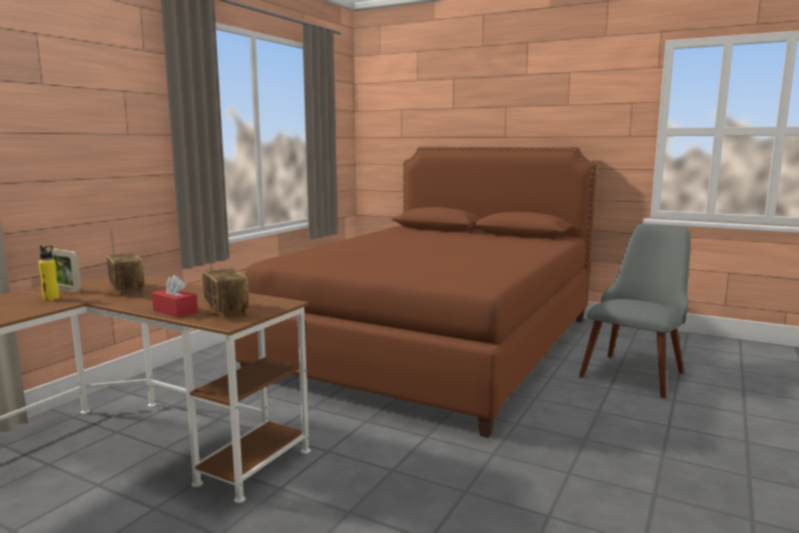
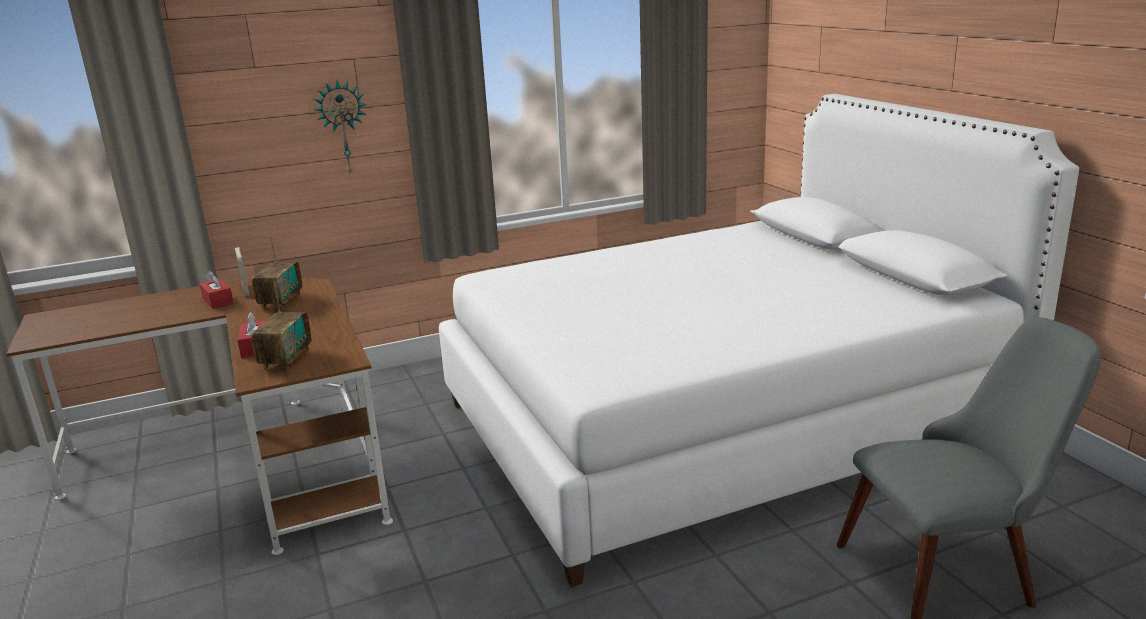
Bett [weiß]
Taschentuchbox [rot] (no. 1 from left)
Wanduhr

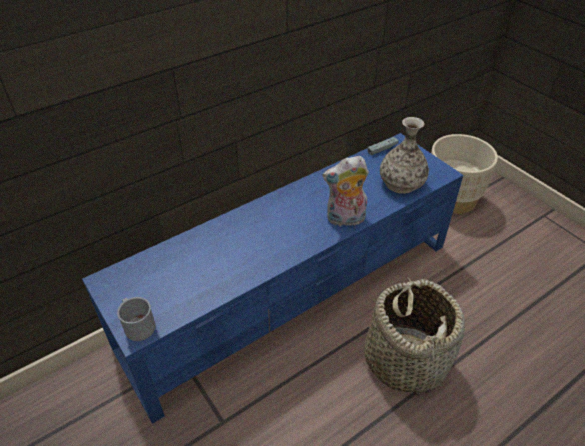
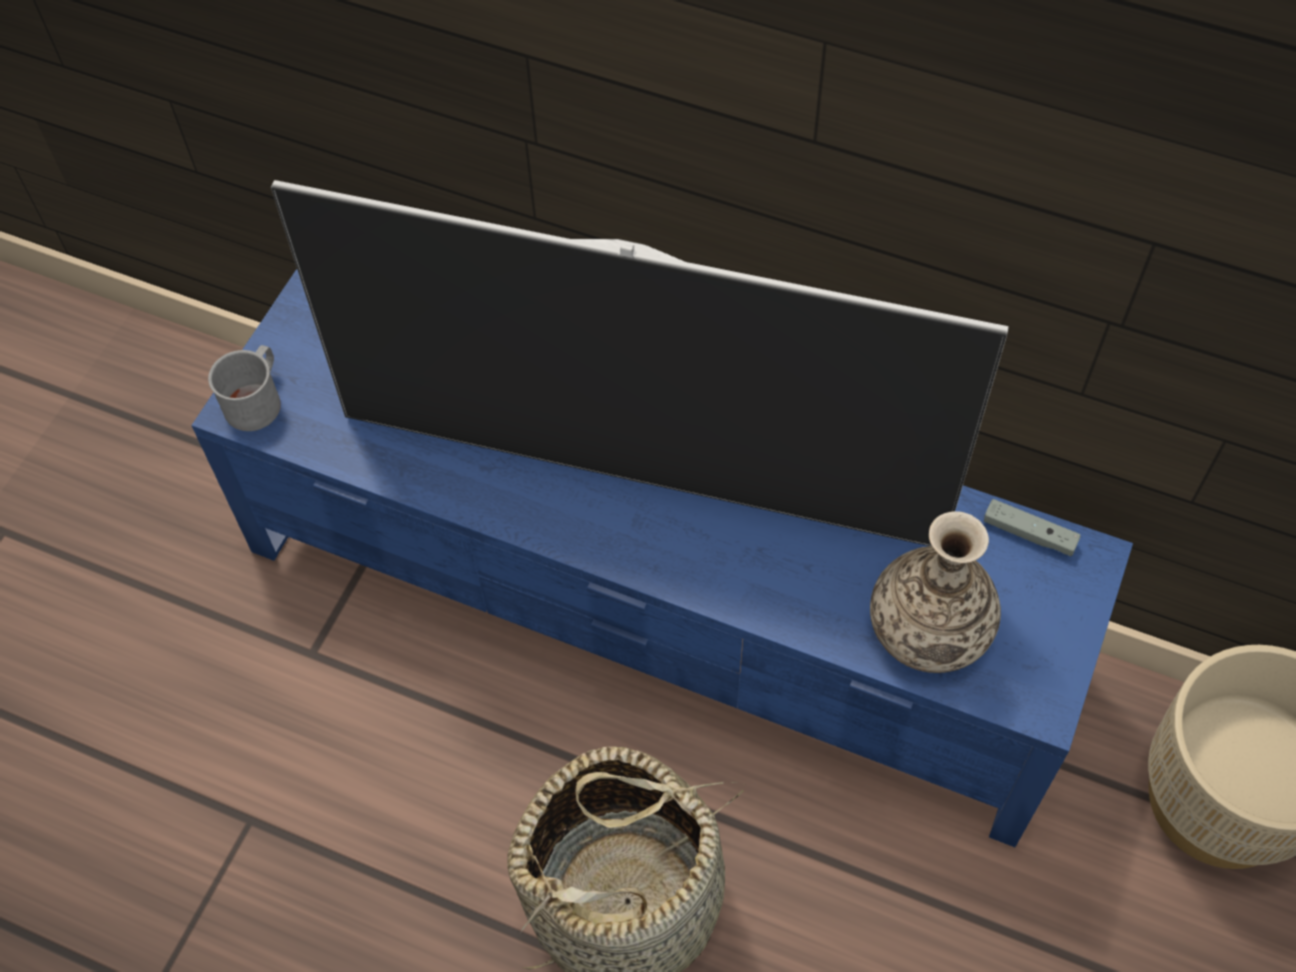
Plüschtier
Fernseher

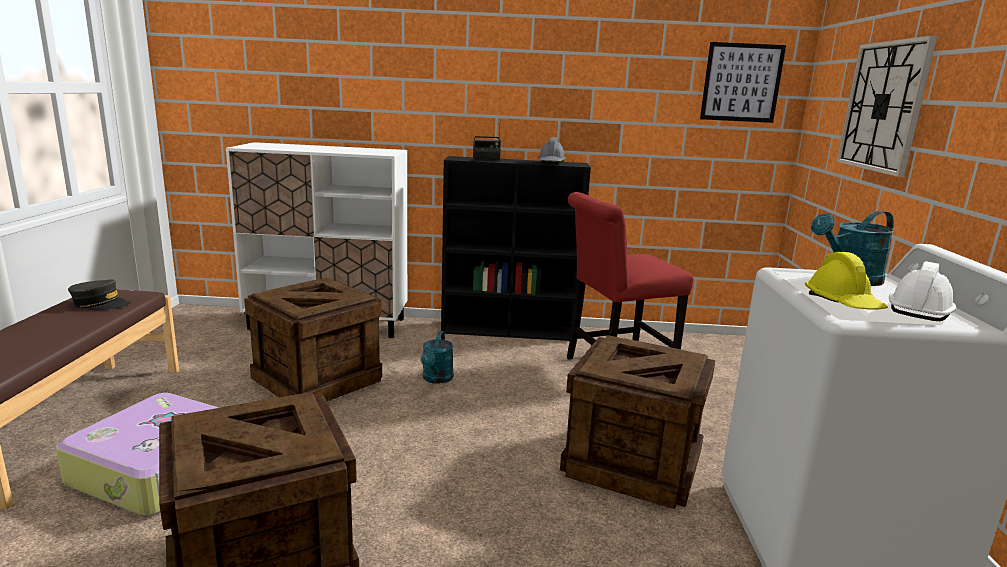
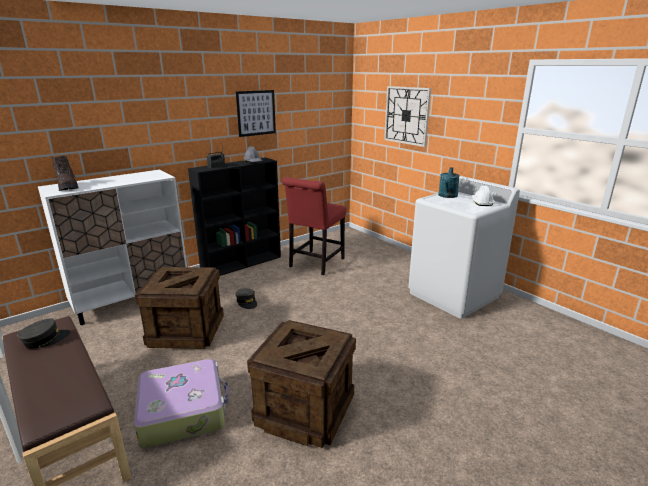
Bild
Schutzhelm [gelb]
Kappe [grau] (no. 2 from left)
Kiste (no. 3 from left in the first image)
Stiefel [braun]

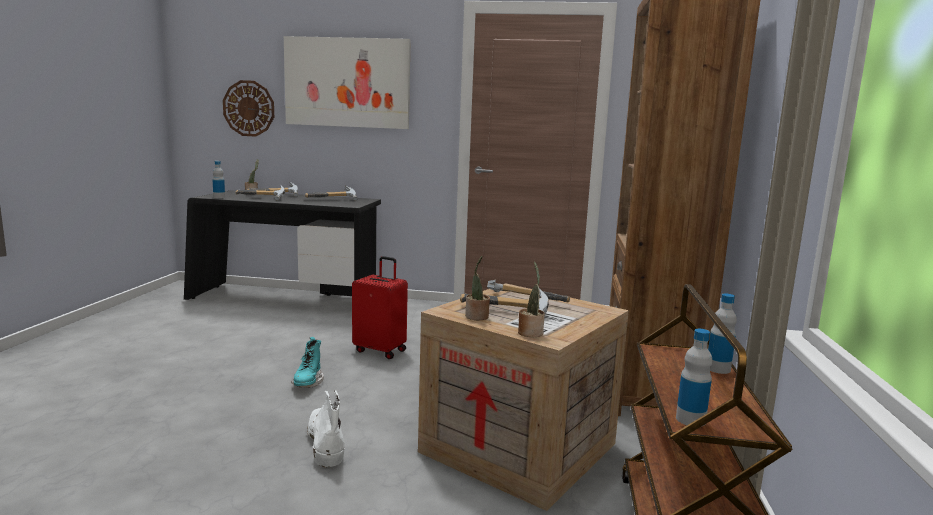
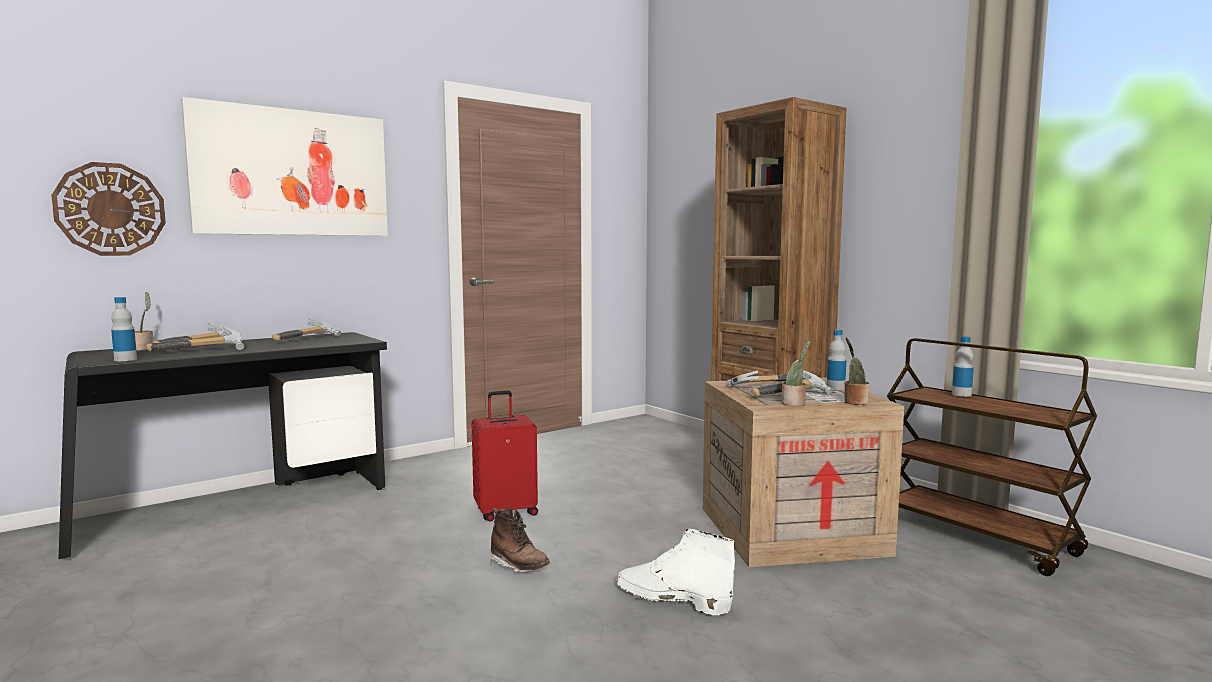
Flasche (no. 2 from left)
Stiefel [braun]

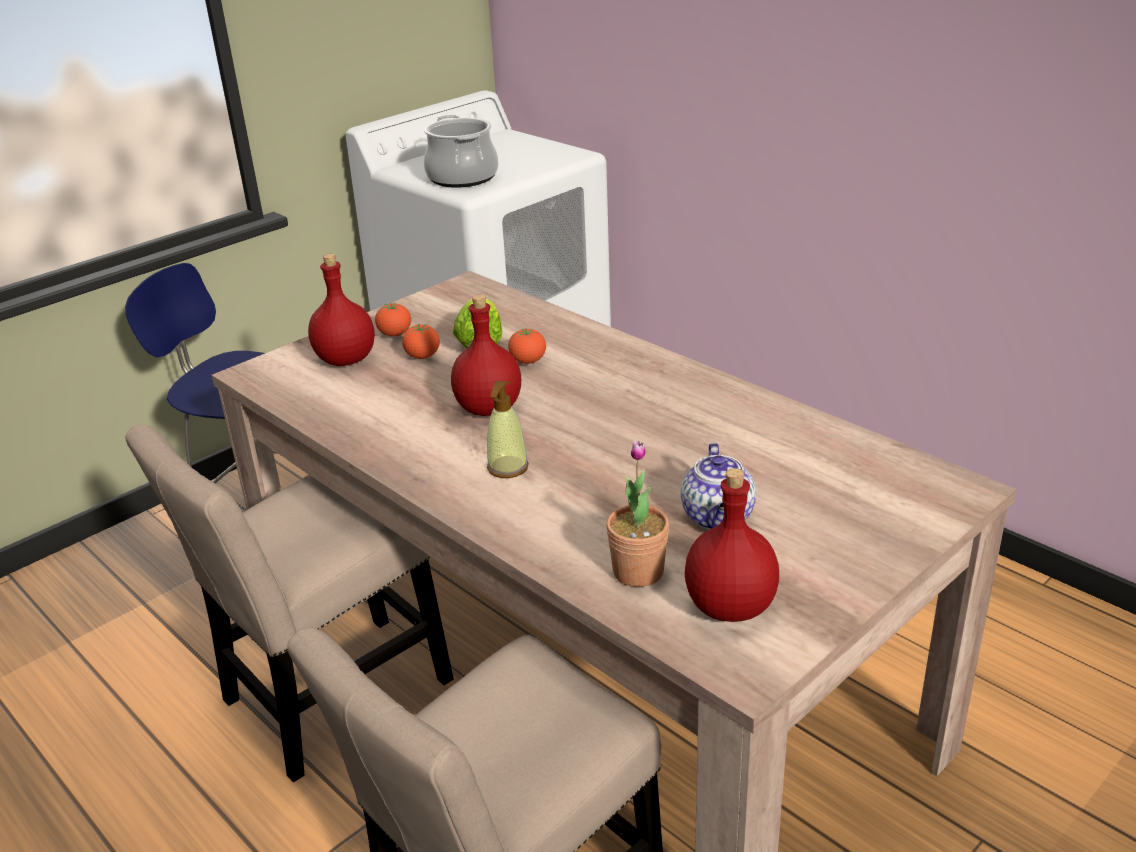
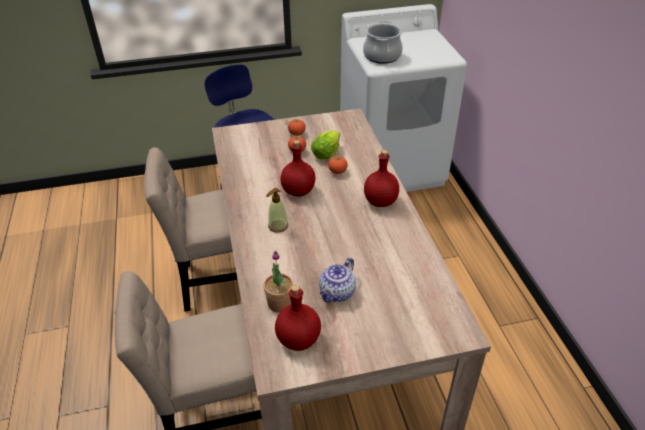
Flasche [rot] (no. 3 from left)

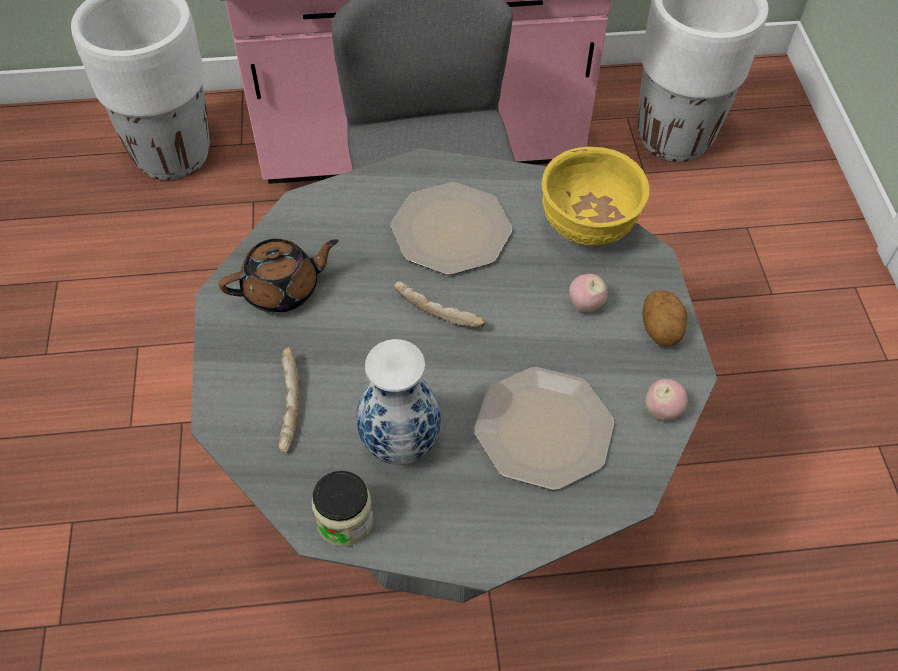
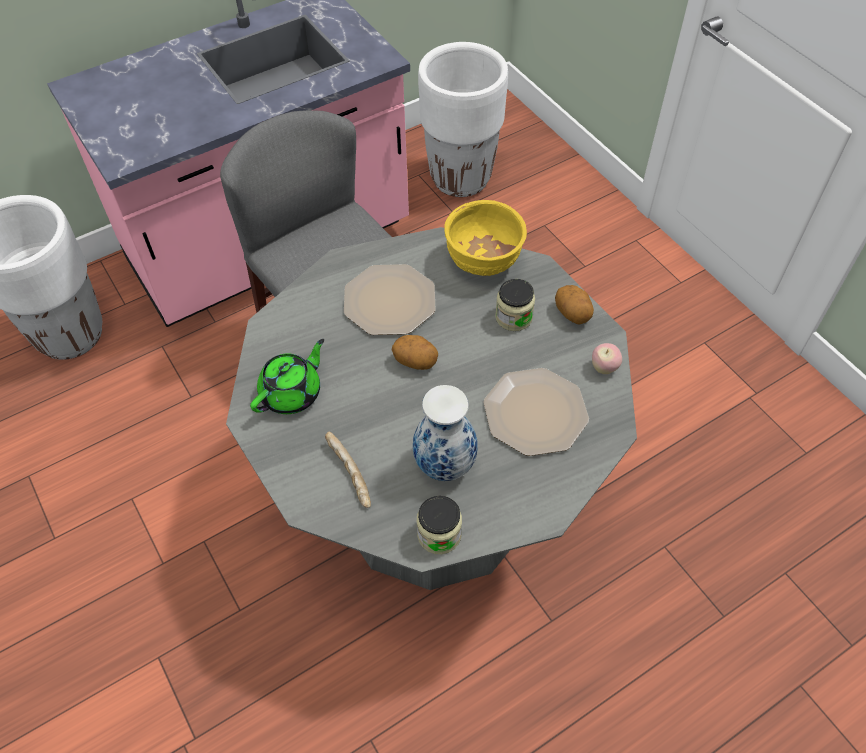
Teekanne [grün]
Vorratsglas (no. 2 from left)
Kartoffel (no. 1 from left)

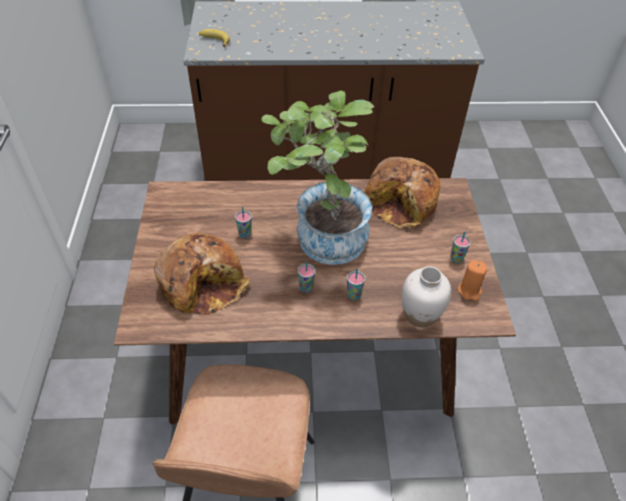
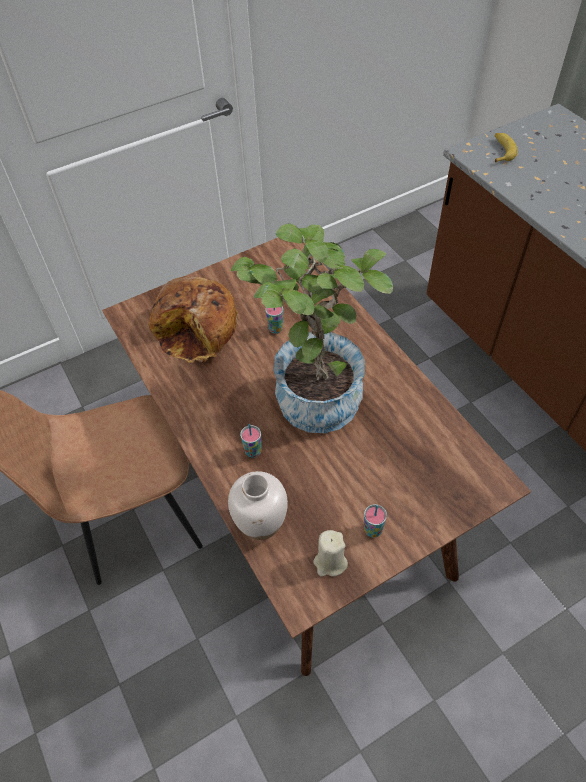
Brot (no. 2 from left in the first image)
Tasse (no. 2 from left in the first image)
Kerze [beige]

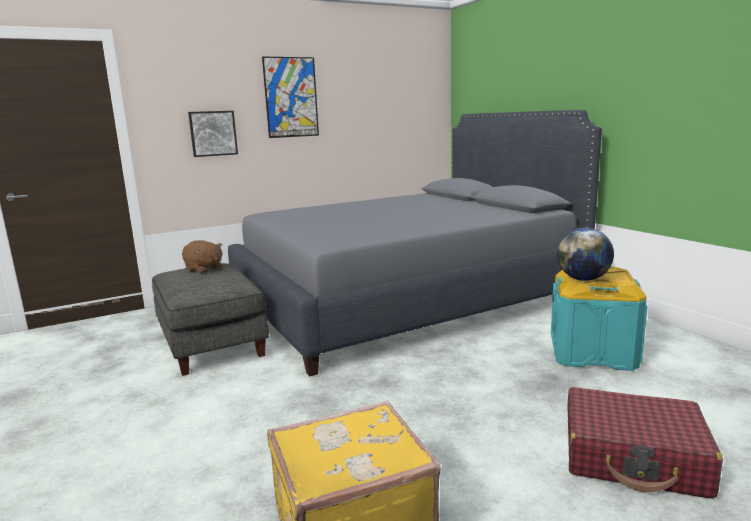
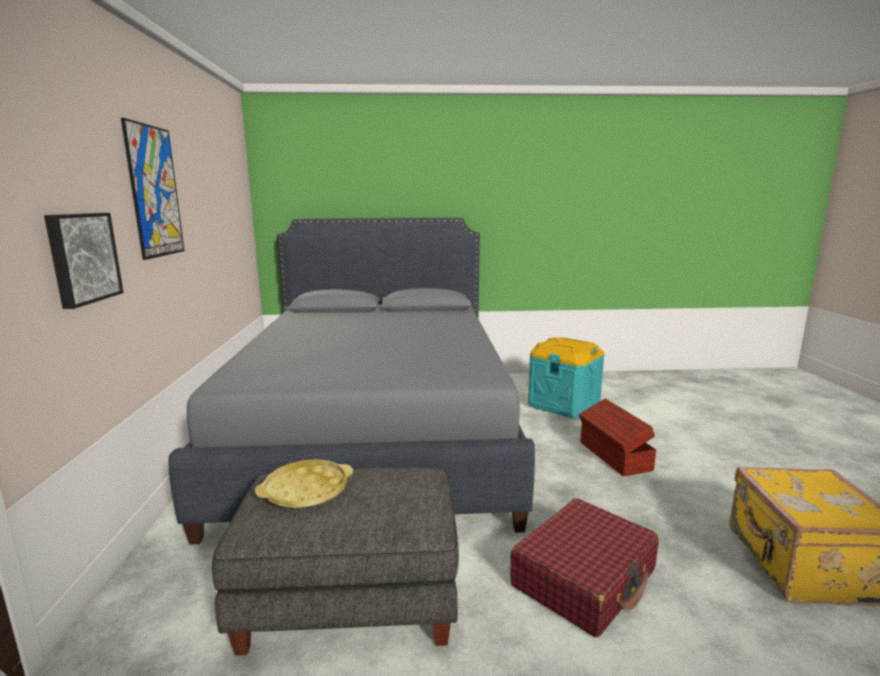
Globus
Tablett [gelb]
Koffer [rot]
Aufbewahrungsbox [braun]

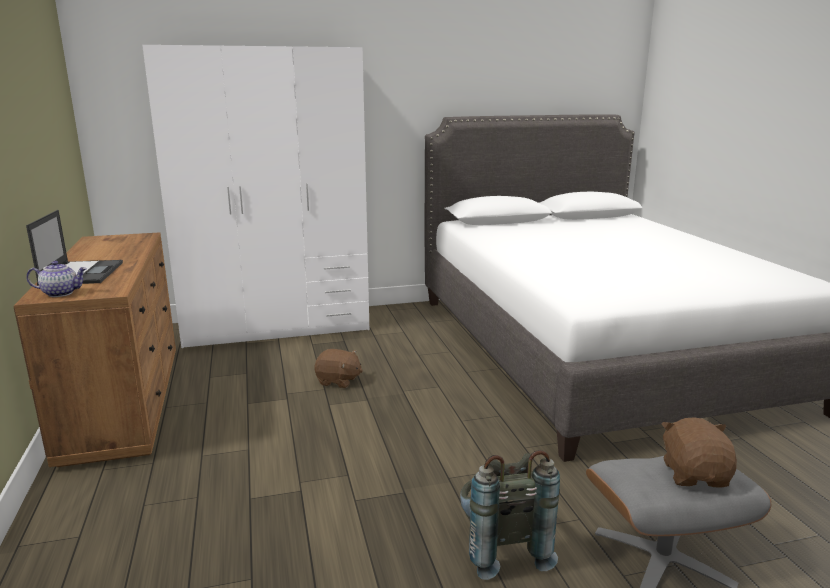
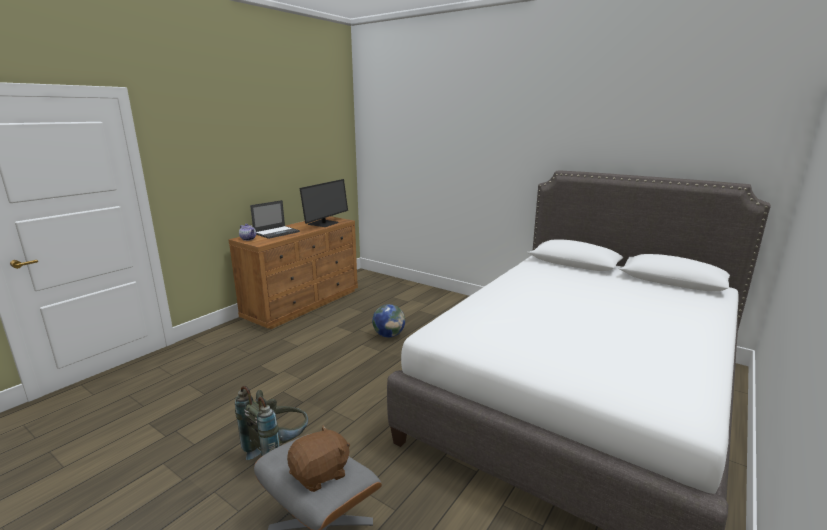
Kleiderschrank [weiß]
Globus
Monitor

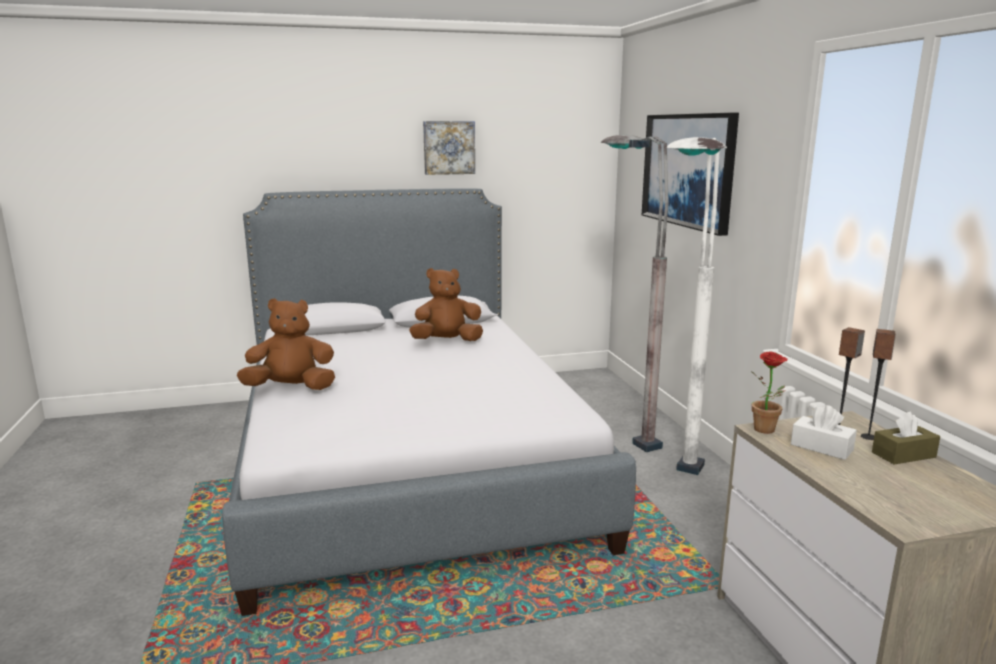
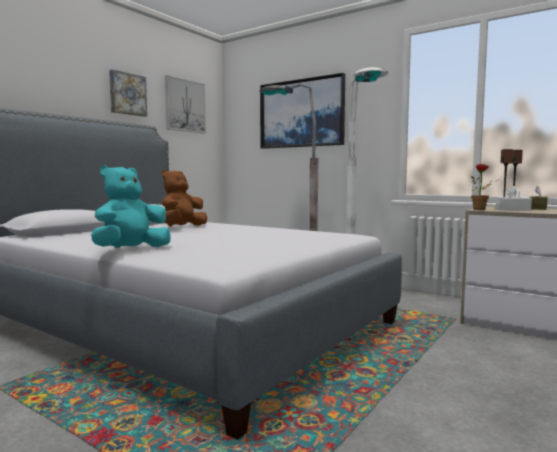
Plüschtier [türkis]
Bild (no. 2 from left)

